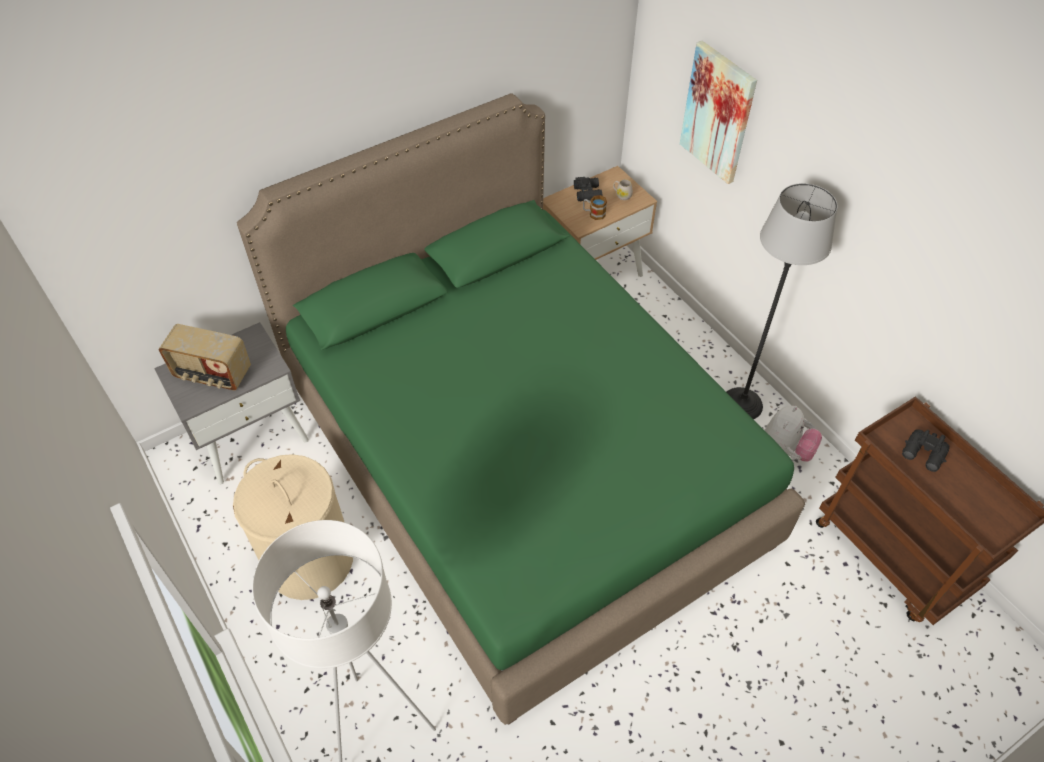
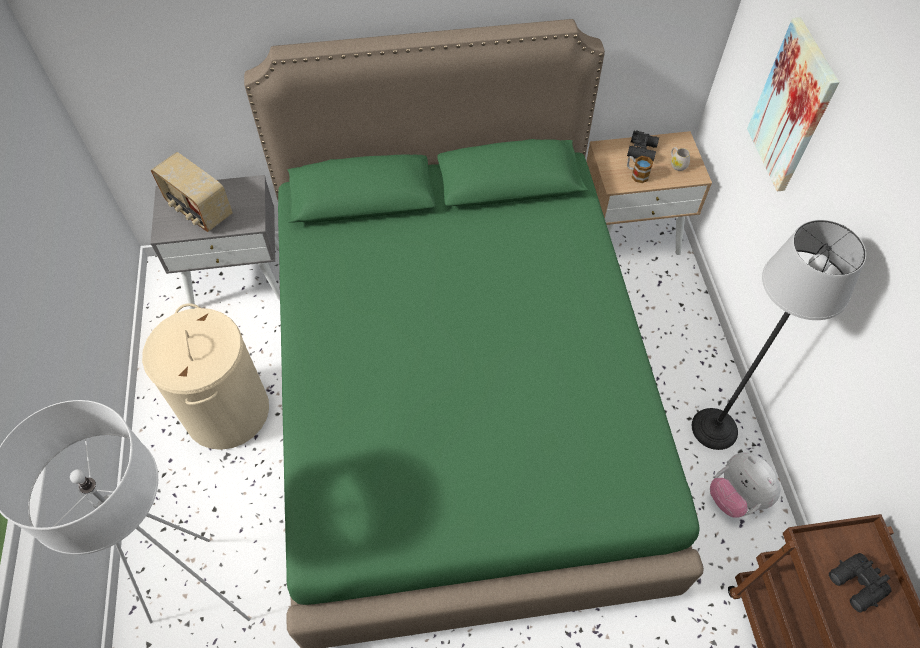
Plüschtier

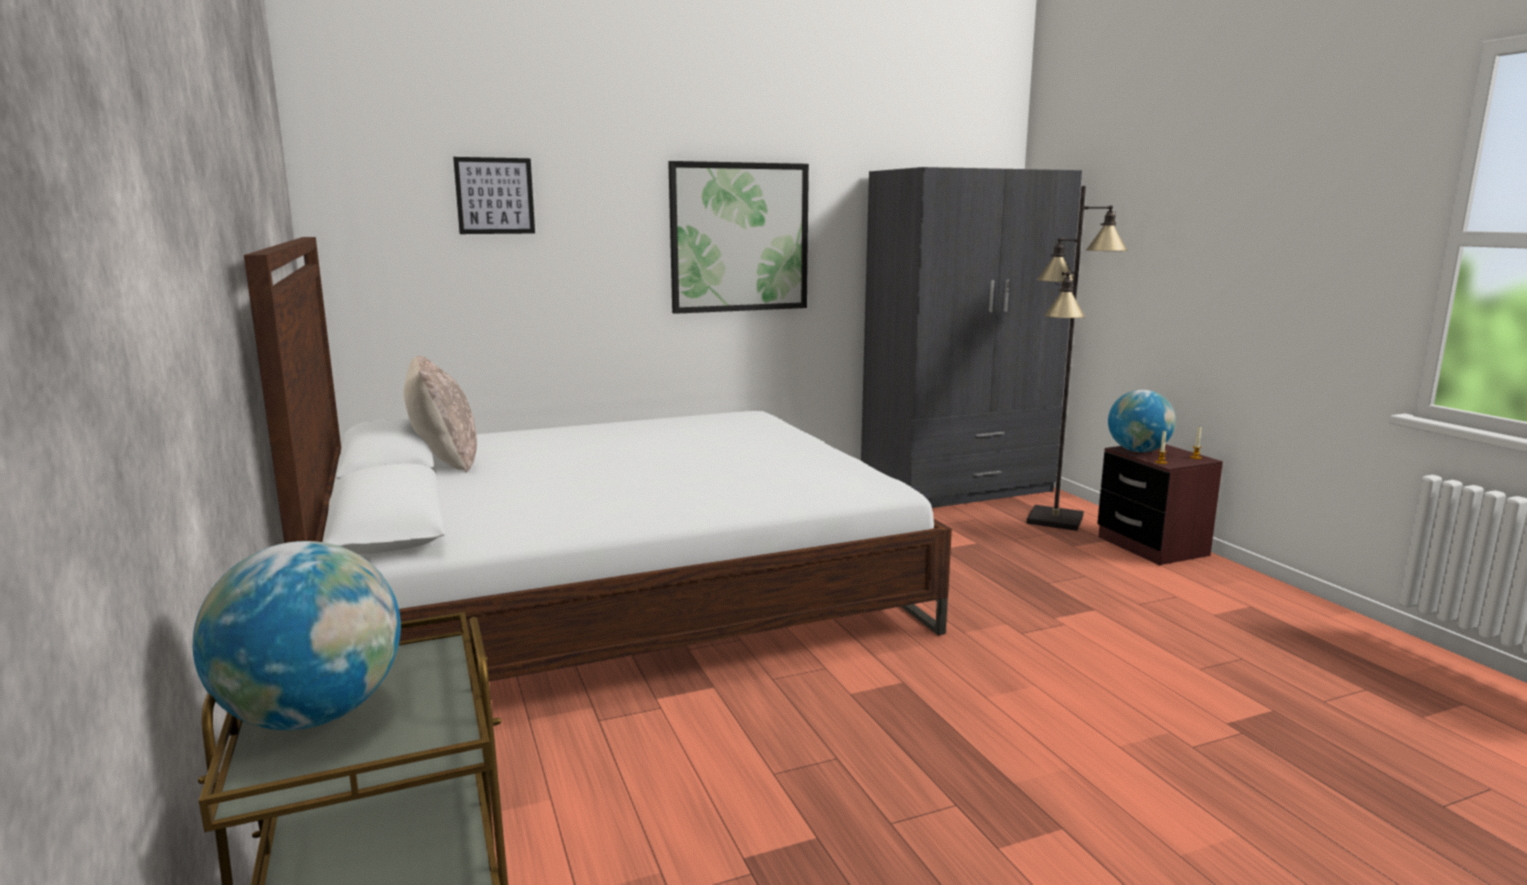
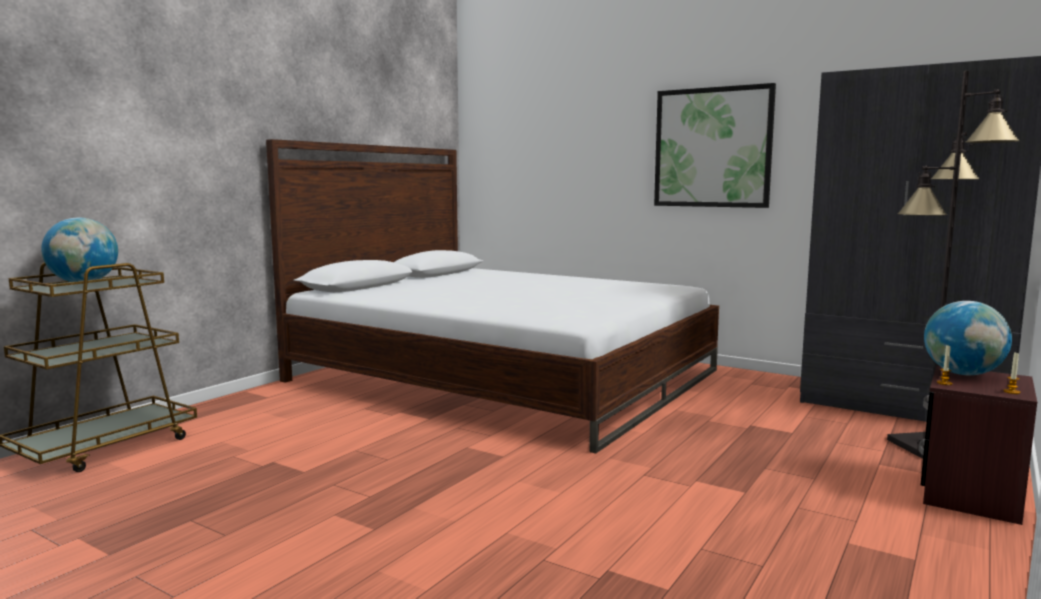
Bild (no. 1 from left in the first image)
Kissen [beige]

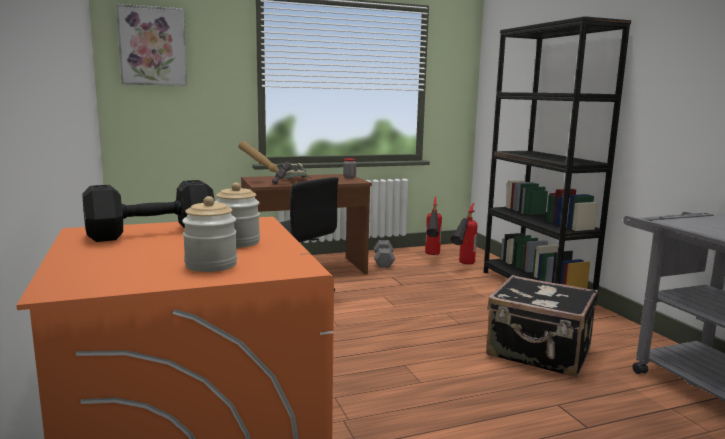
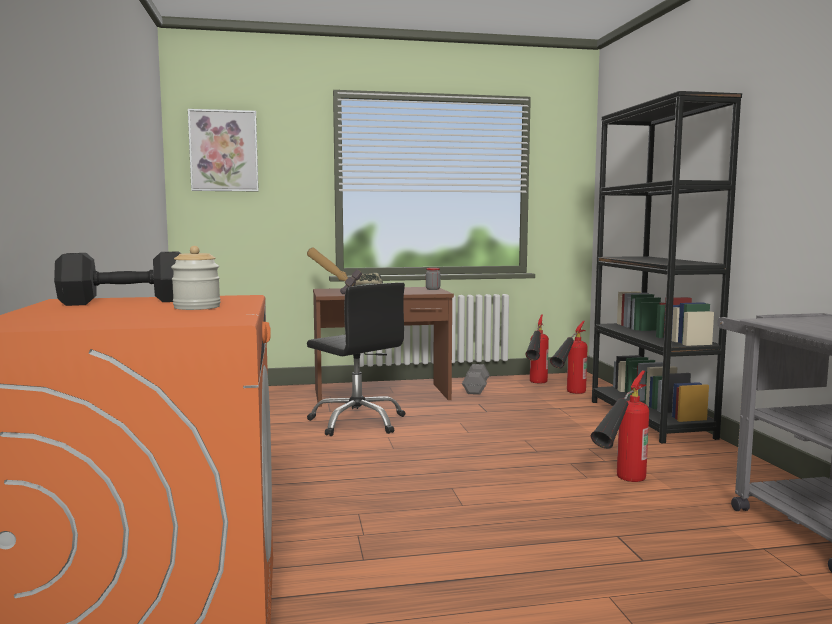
Vorratsglas (no. 1 from left in the first image)
Feuerlöscher (no. 3 from left)

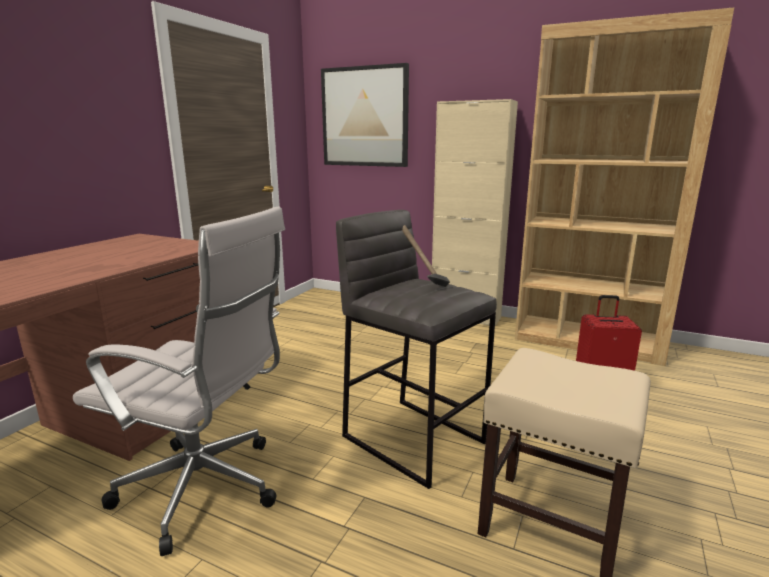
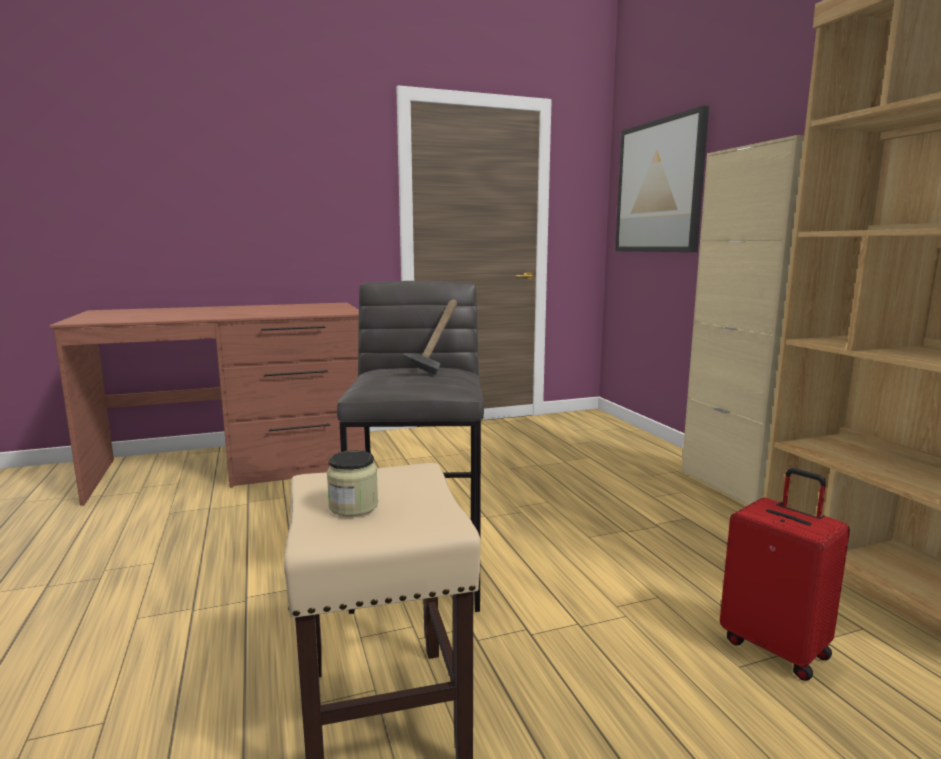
Bürostuhl [weiß]
Vorratsglas

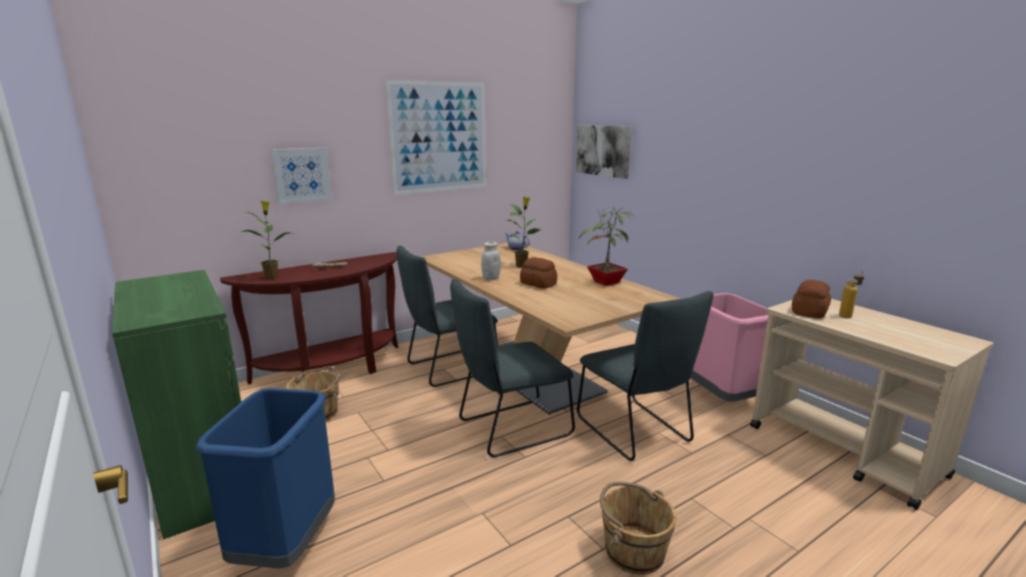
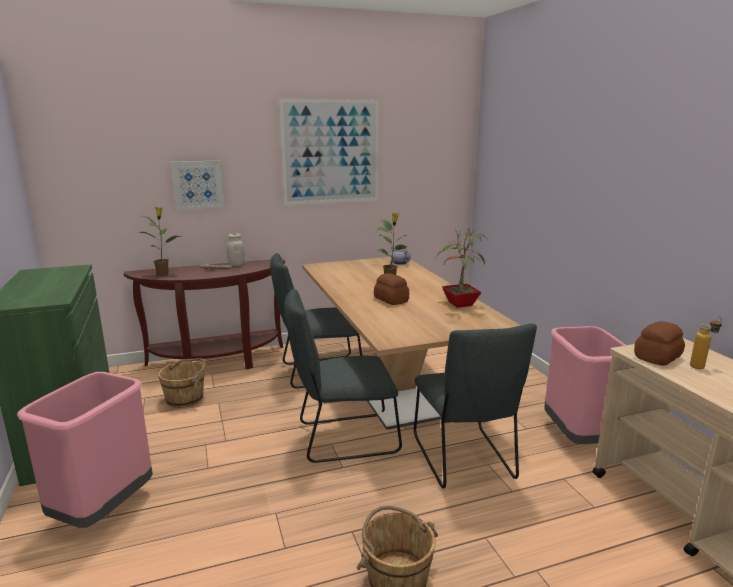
Bild (no. 3 from left in the first image)
Vorratsglas [weiß]
Mülleimer [rosa] (no. 1 from left)

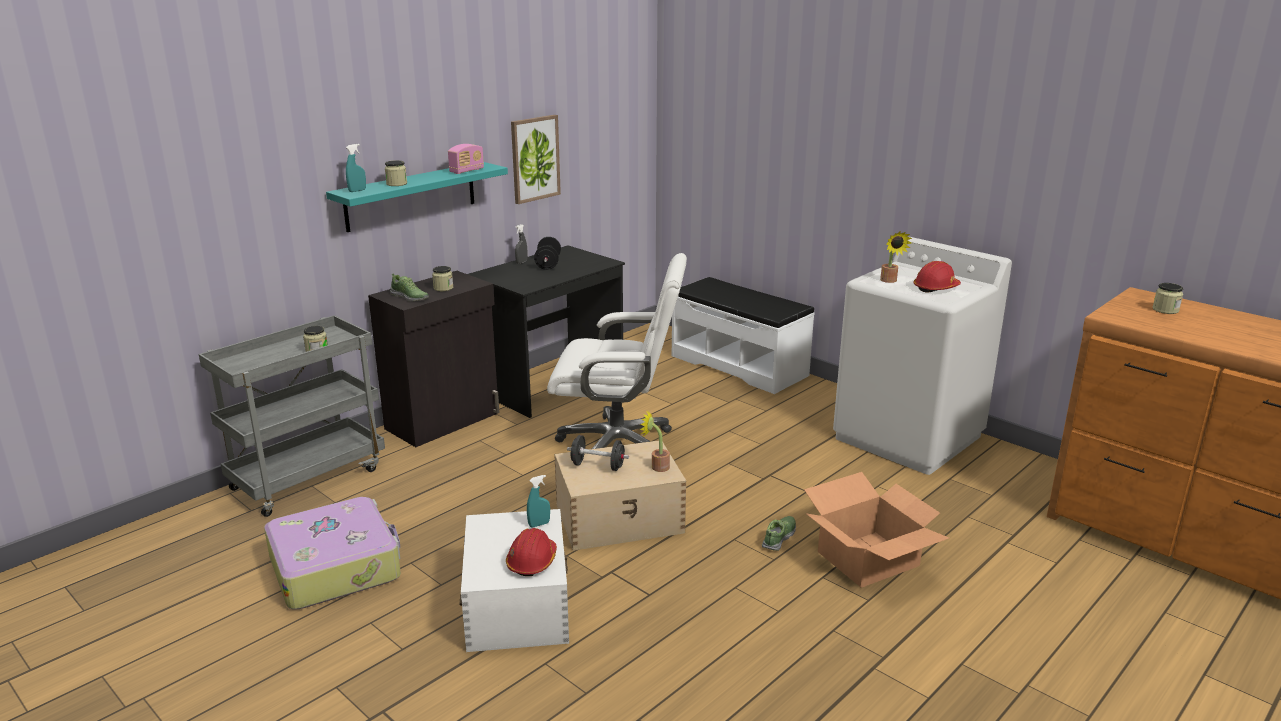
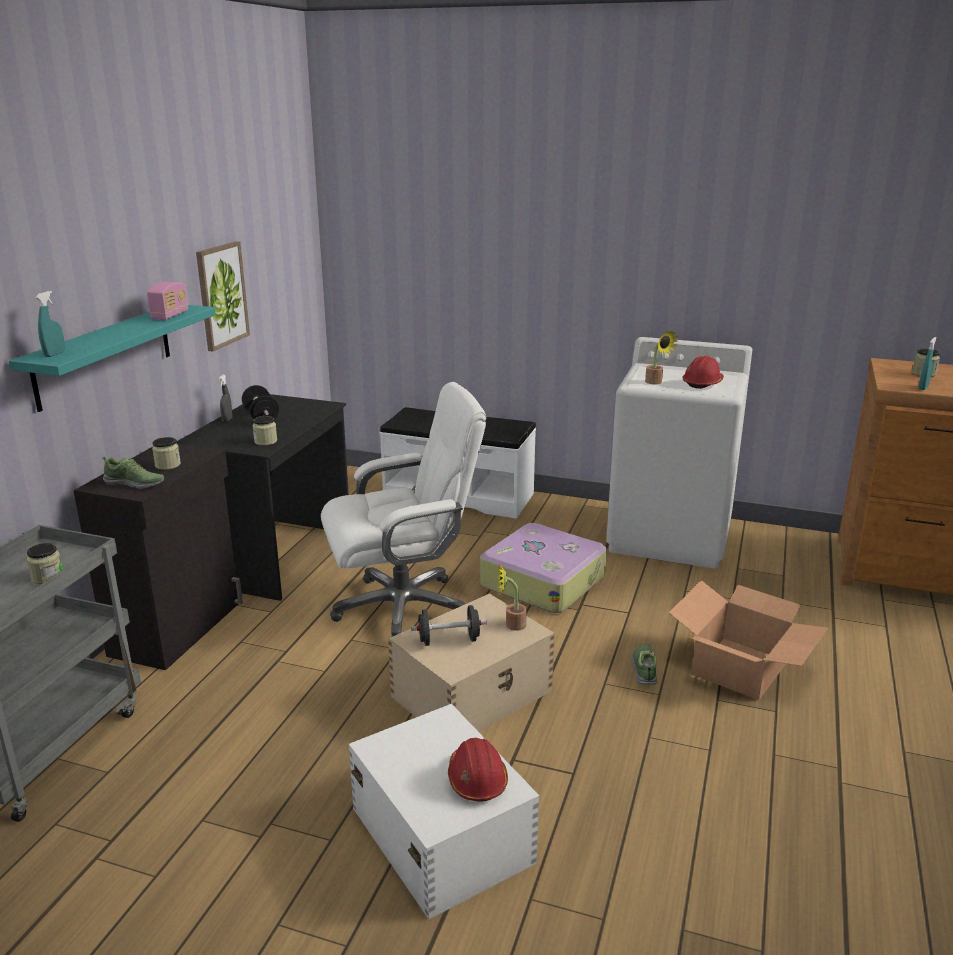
Vorratsglas (no. 3 from left)
Sprühflasche [türkis] (no. 2 from left)
Koffer

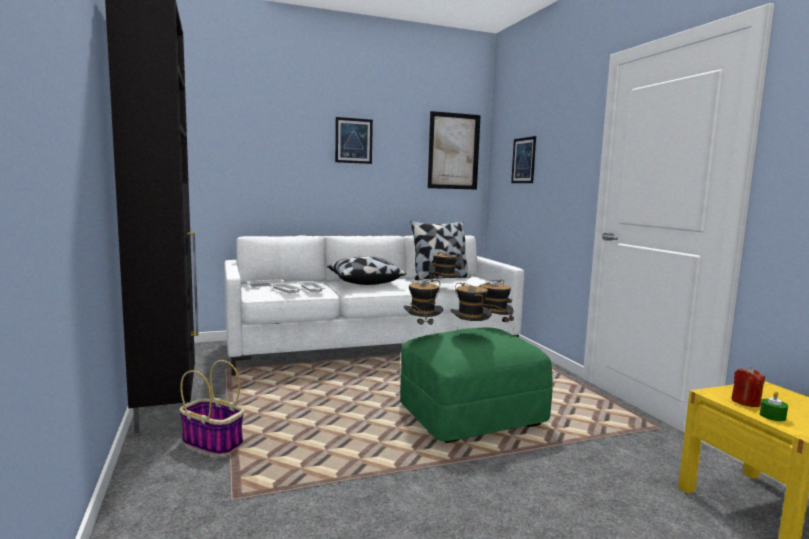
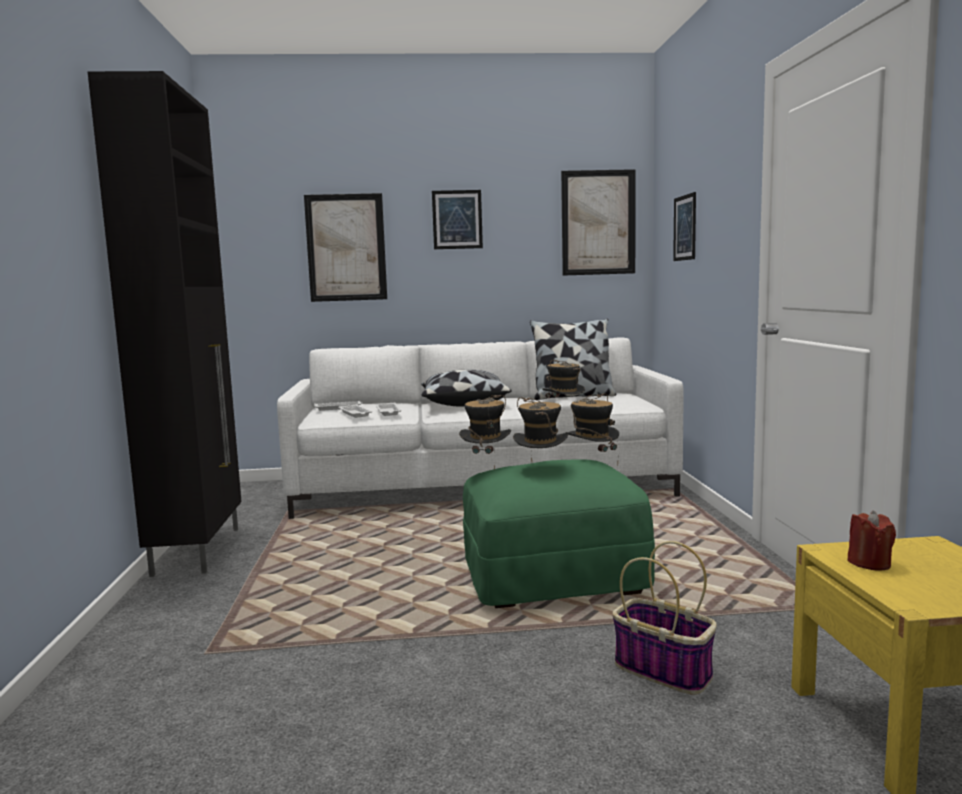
Korb
Kerze [grün]
Bild (no. 1 from left)

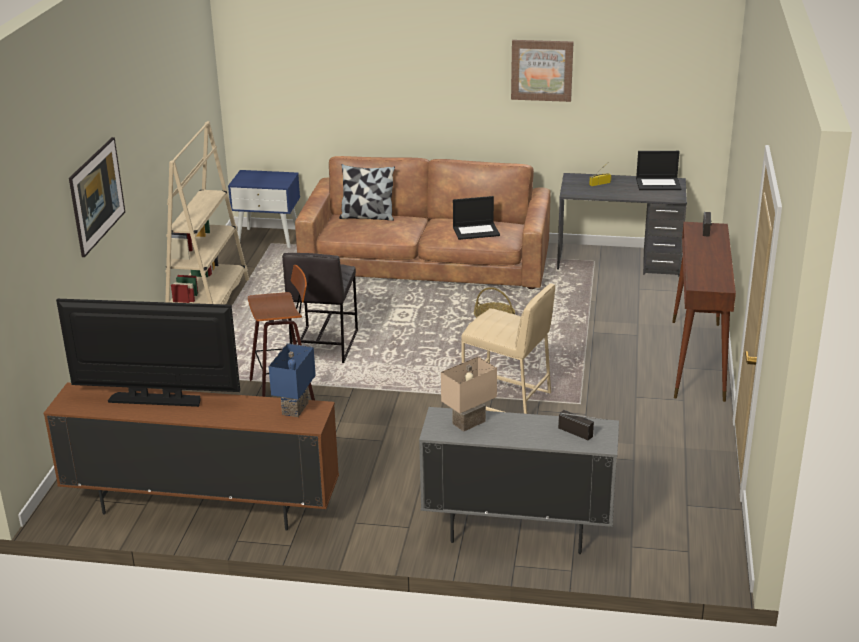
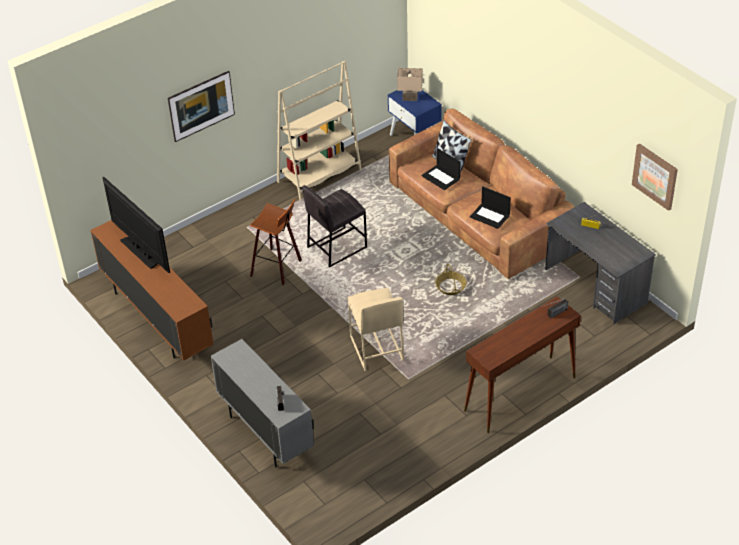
Bild (no. 2 from left)
Laptop (no. 1 from left)
Tischlampe [blau]
Tischlampe [beige]

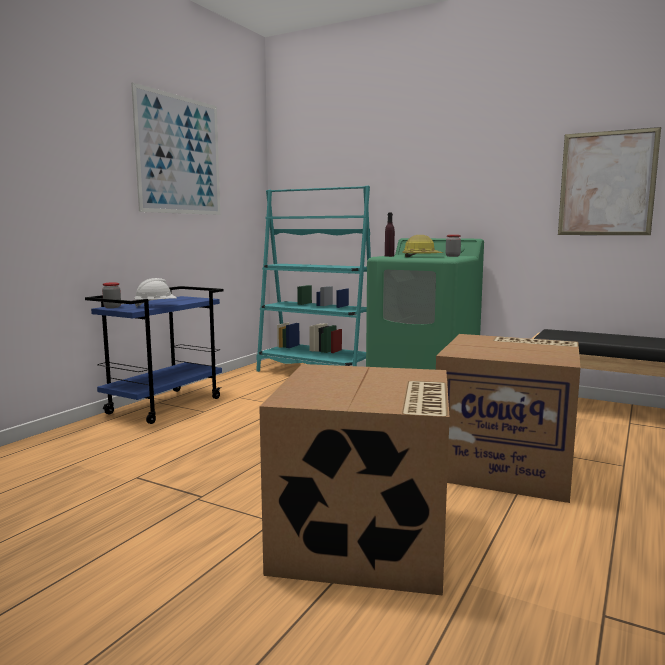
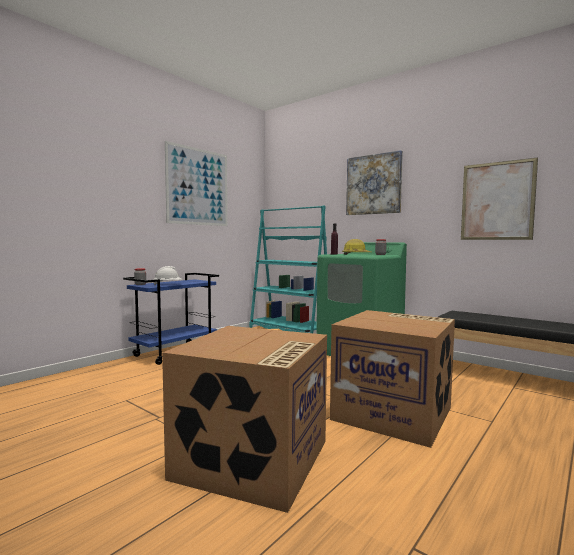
Bild (no. 2 from left)

